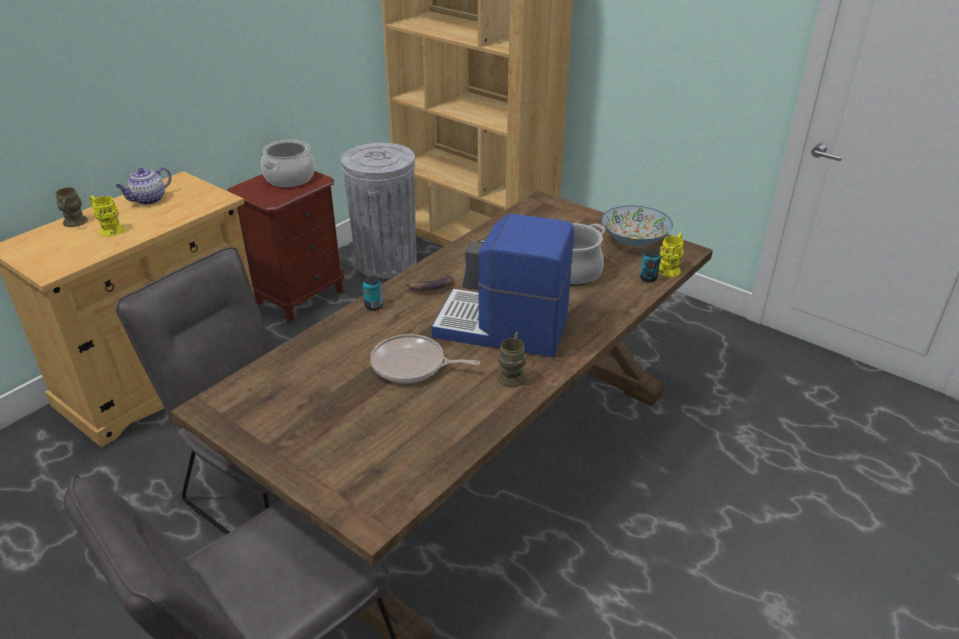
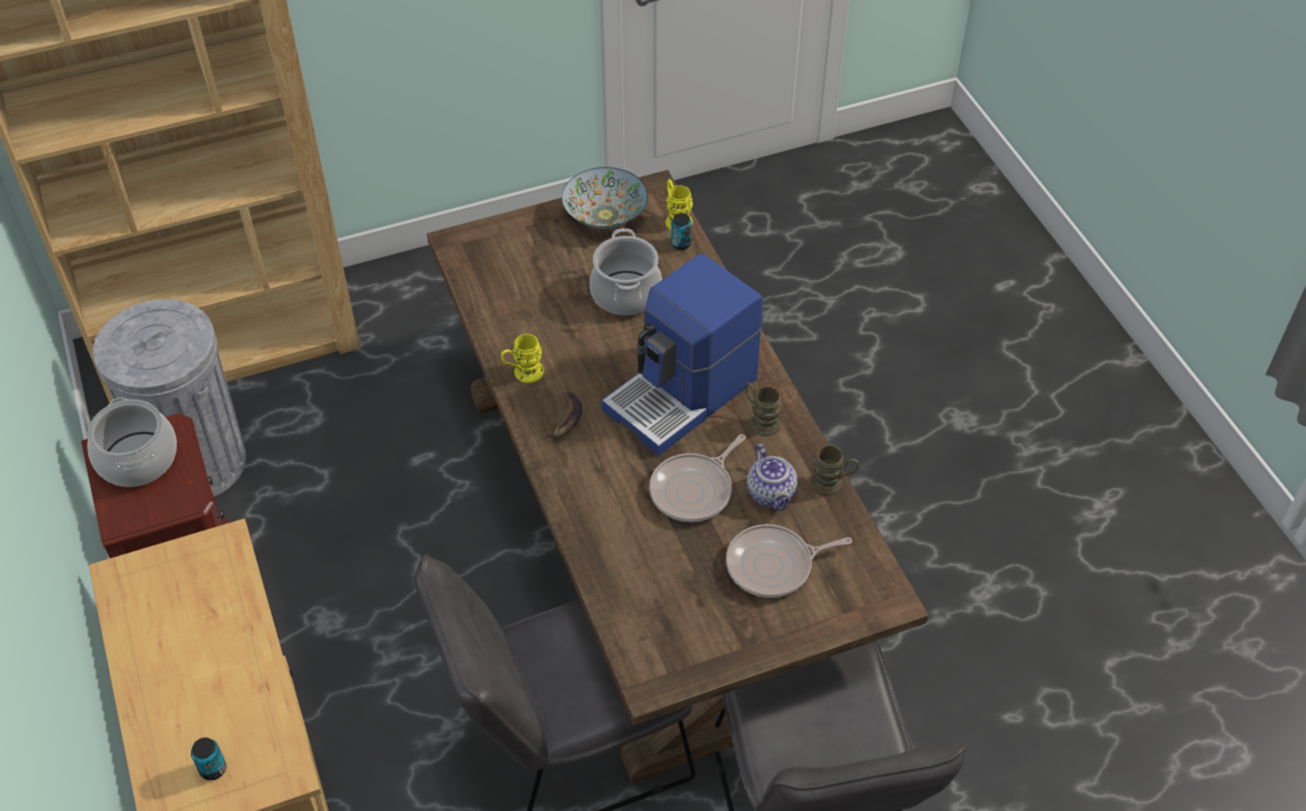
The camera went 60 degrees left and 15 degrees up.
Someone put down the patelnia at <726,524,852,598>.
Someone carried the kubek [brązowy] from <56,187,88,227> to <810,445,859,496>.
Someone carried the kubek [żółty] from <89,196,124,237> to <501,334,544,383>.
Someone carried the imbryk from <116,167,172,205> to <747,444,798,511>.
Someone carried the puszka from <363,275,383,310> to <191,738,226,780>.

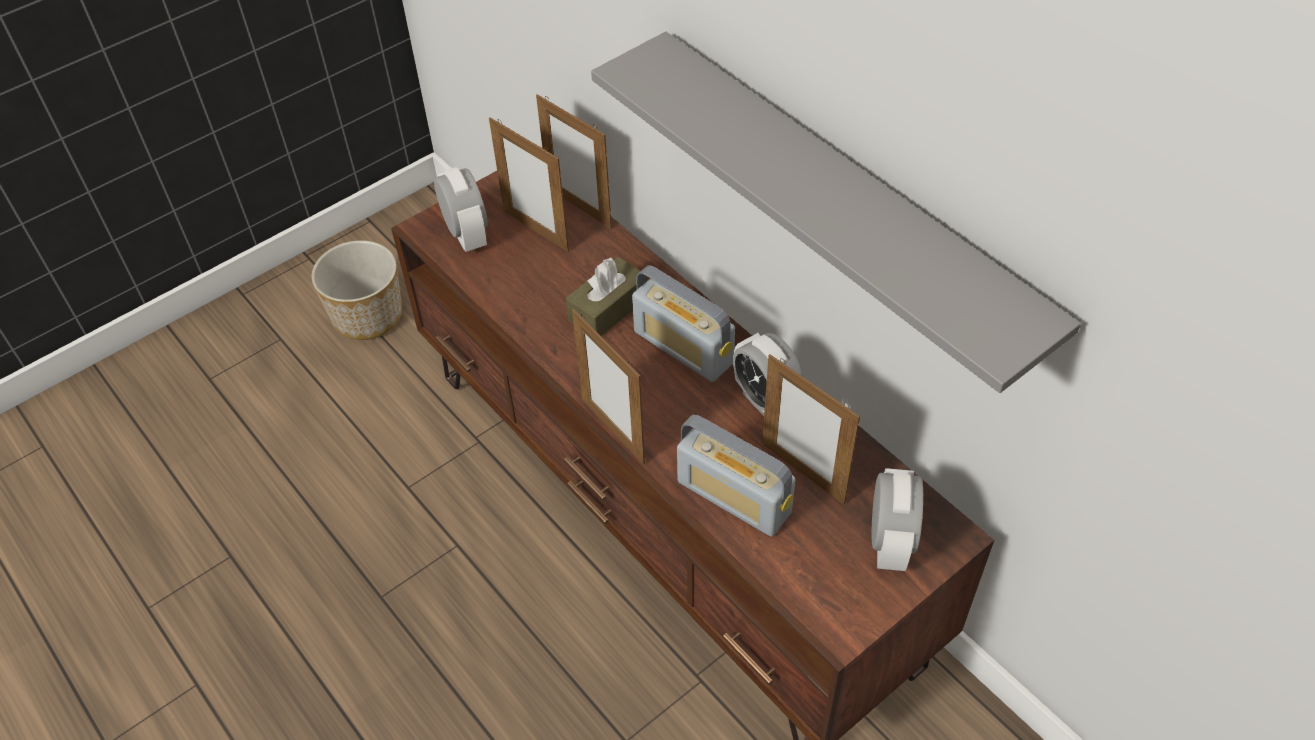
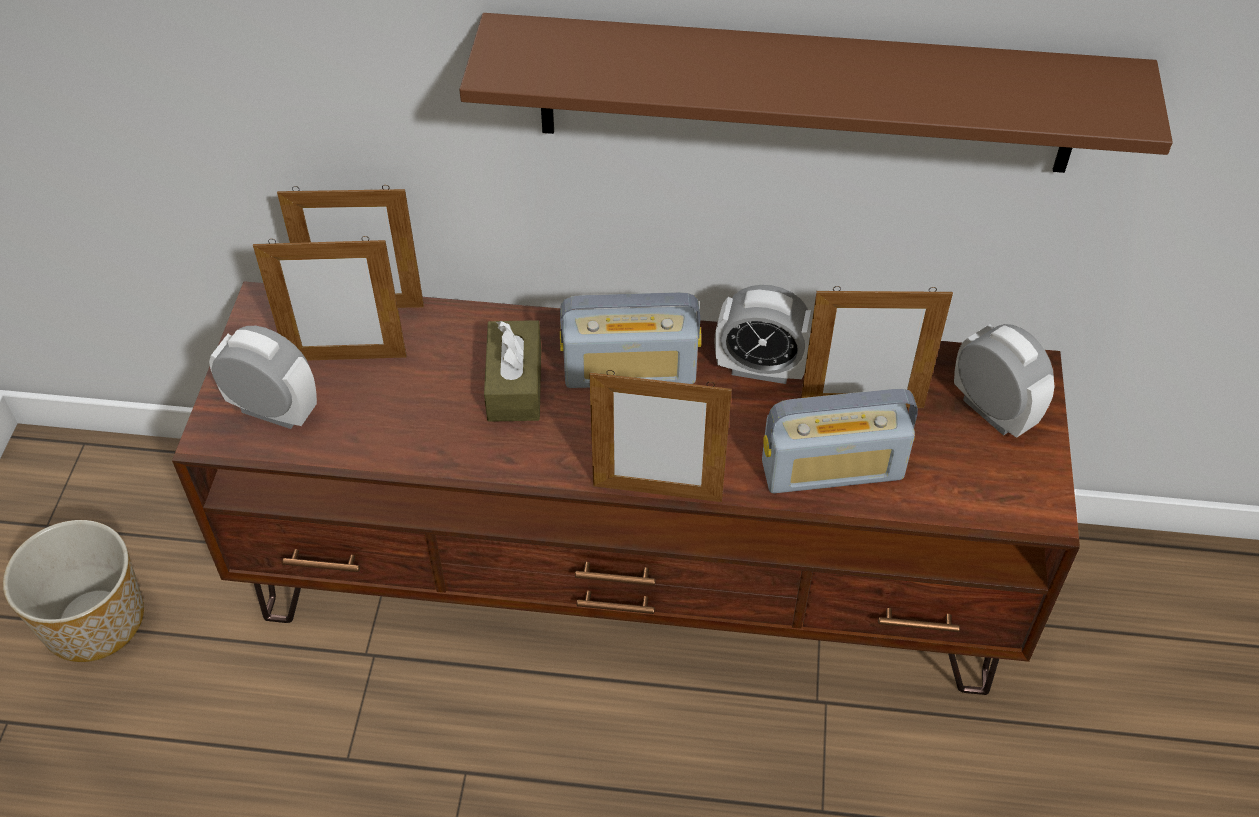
The camera went 45 degrees left and 0 degrees up.
Someone repainted the półka [szary] at <591,32,1081,393>, which became the półka [brązowy] at <459,13,1173,173>.

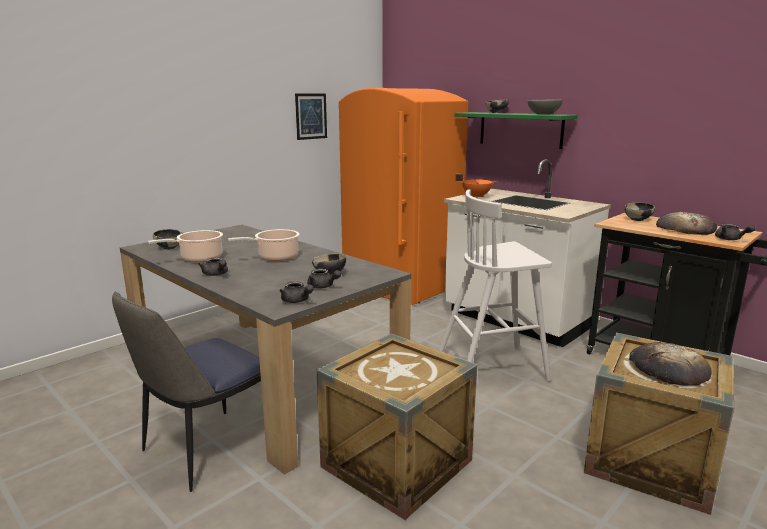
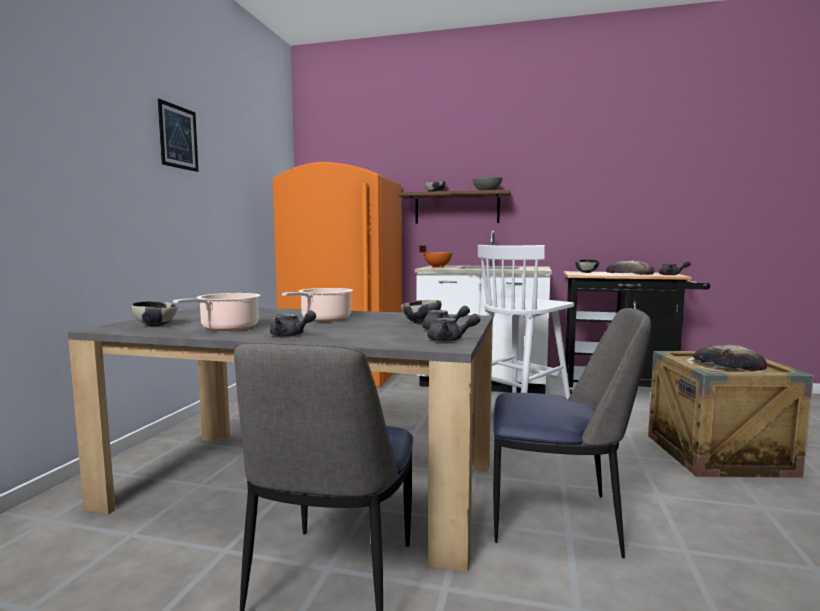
The camera went 30 degrees left and 10 degrees down.
Someone carried the obraz from <295,94,327,140> to <158,99,199,172>.
Someone swapped the skrzynka at <317,333,478,520> for the krzesło at <493,308,651,558>.
Someone repainted the półka [zielony] at <454,112,578,149>, which became the półka [brązowy] at <398,190,512,224>.

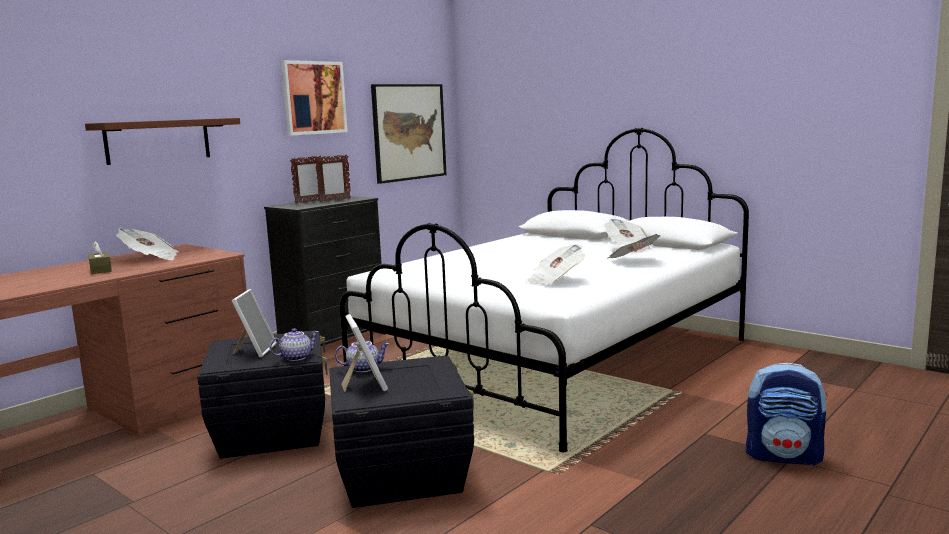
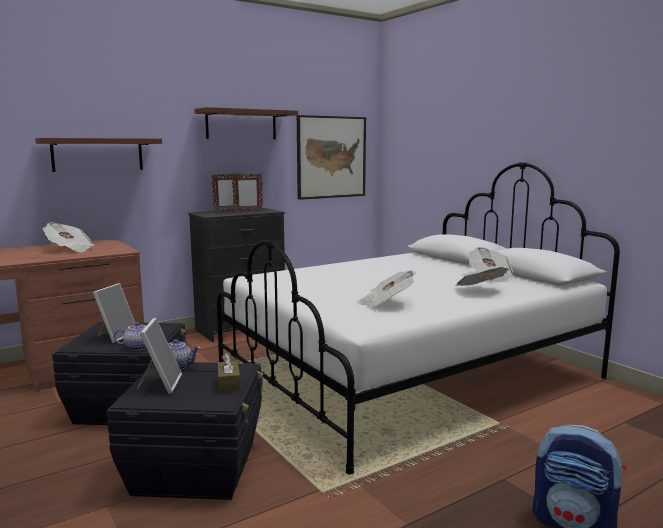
The camera went 15 degrees right and 0 degrees up.
Someone carried the pudełko chusteczek [brązowy] from <88,241,112,274> to <218,353,241,393>.
Someone swapped the obraz at <281,60,348,136> for the półka [brązowy] at <195,107,298,139>.

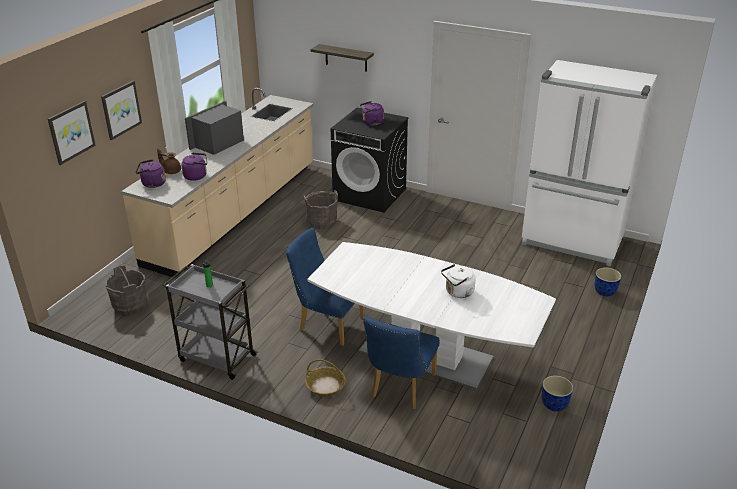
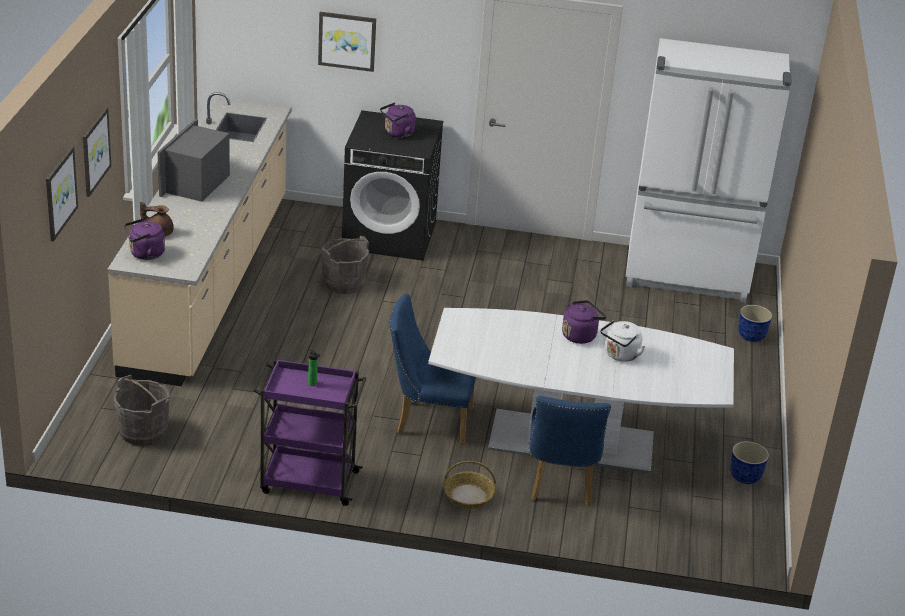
The camera went 20 degrees left and 0 degrees up.
Someone carried the czajnik [fioletowy] from <181,153,207,181> to <562,300,607,344>.
Someone swapped the półka at <311,44,374,72> for the obraz at <318,12,376,72>.
Someone repainted the wózek [szary] at <163,264,258,380>, which became the wózek [fioletowy] at <253,359,367,506>.

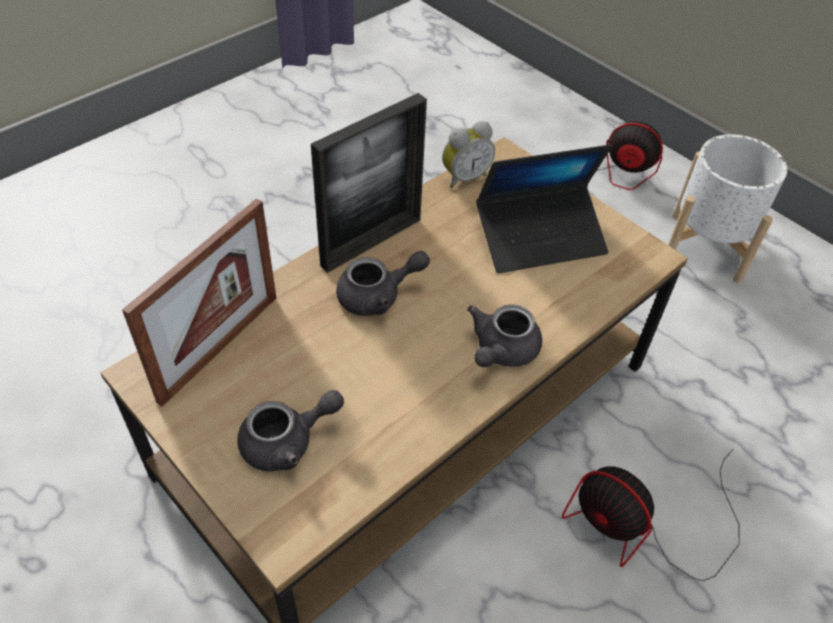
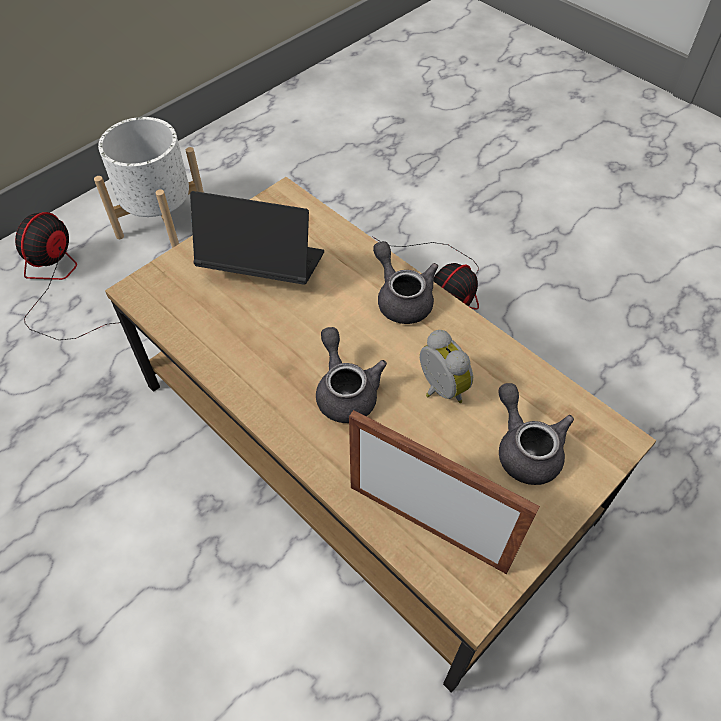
The camera went 90 degrees left and 5 degrees up.
Someone took away the ramka na zdjęcie at <311,93,427,273>.
Someone carried the budzik from <442,121,495,189> to <420,330,473,403>.
Someone rotated the imbryk [szary] at <467,304,542,367> by 150 degrees counterclockwise.
Someone rotated the laptop at <476,145,612,273> by 60 degrees counterclockwise.

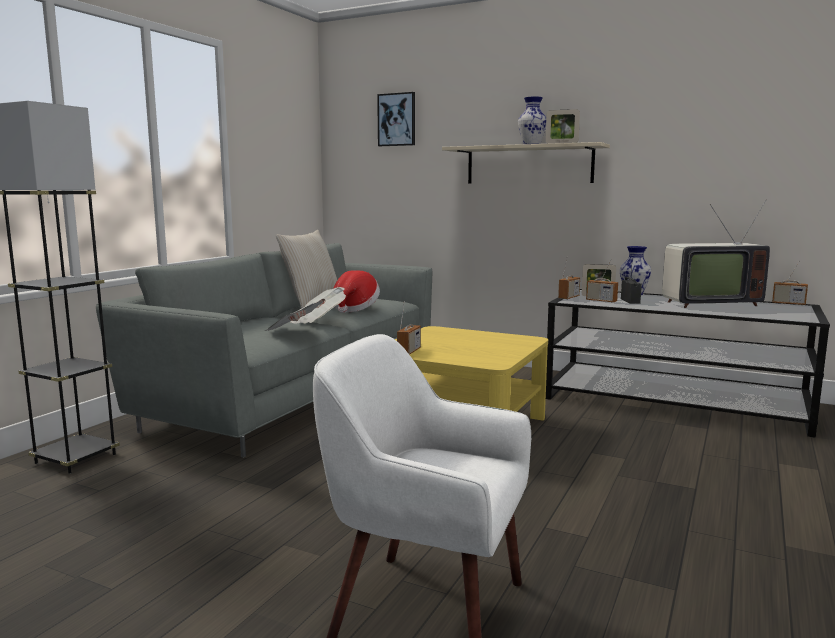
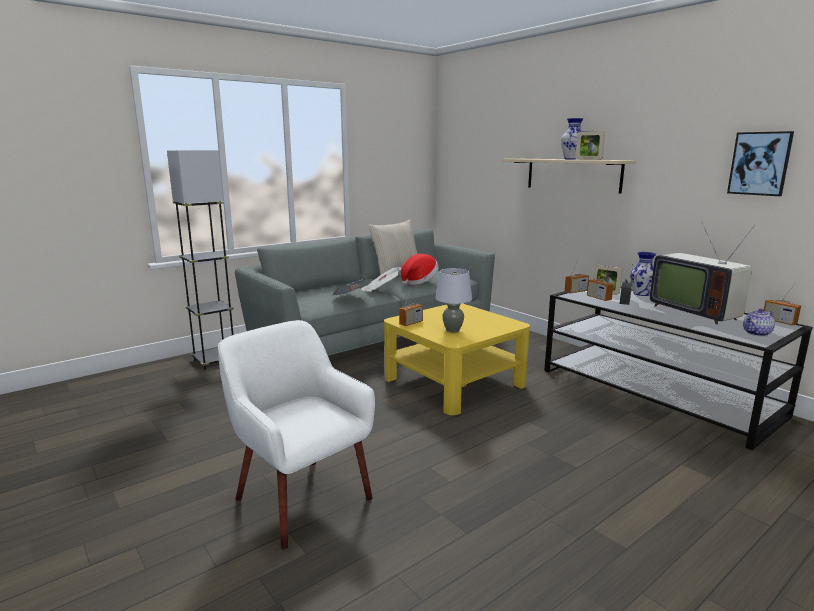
The camera went 25 degrees right and 5 degrees up.
Someone put down the lampa stołowa [szary] at <435,268,472,332>.
Someone put down the imbryk at <743,308,775,337>.
Someone carried the obraz from <377,92,415,146> to <727,131,794,196>.
Someone rotated the telewizor at <662,200,770,308> by 45 degrees clockwise.

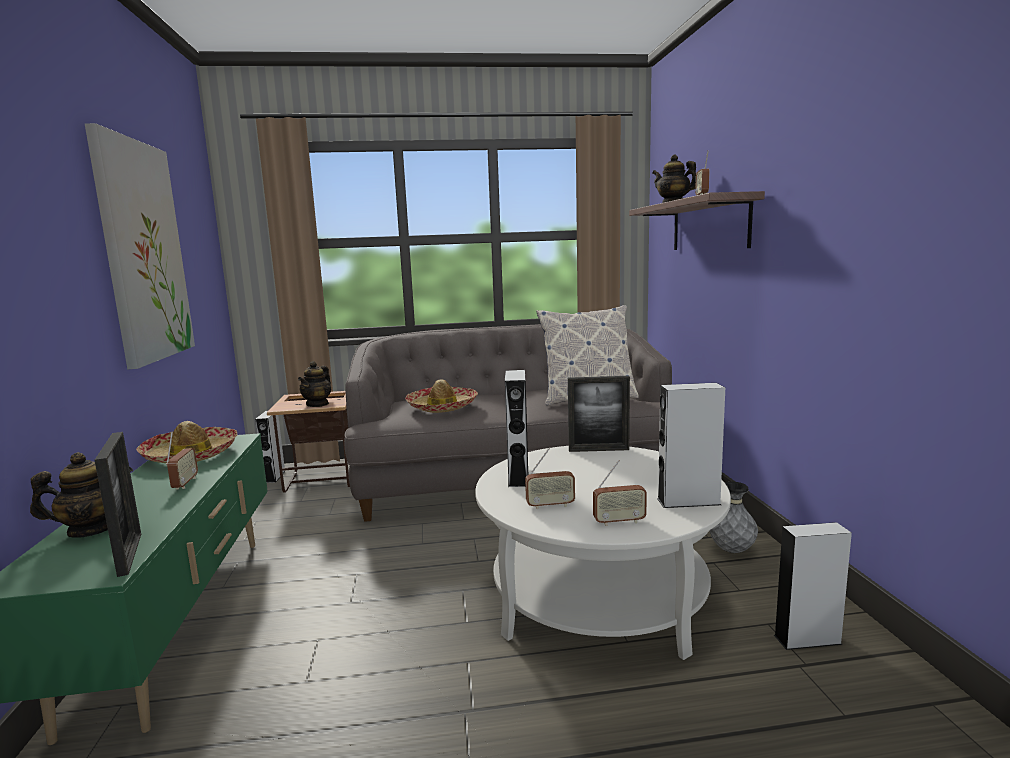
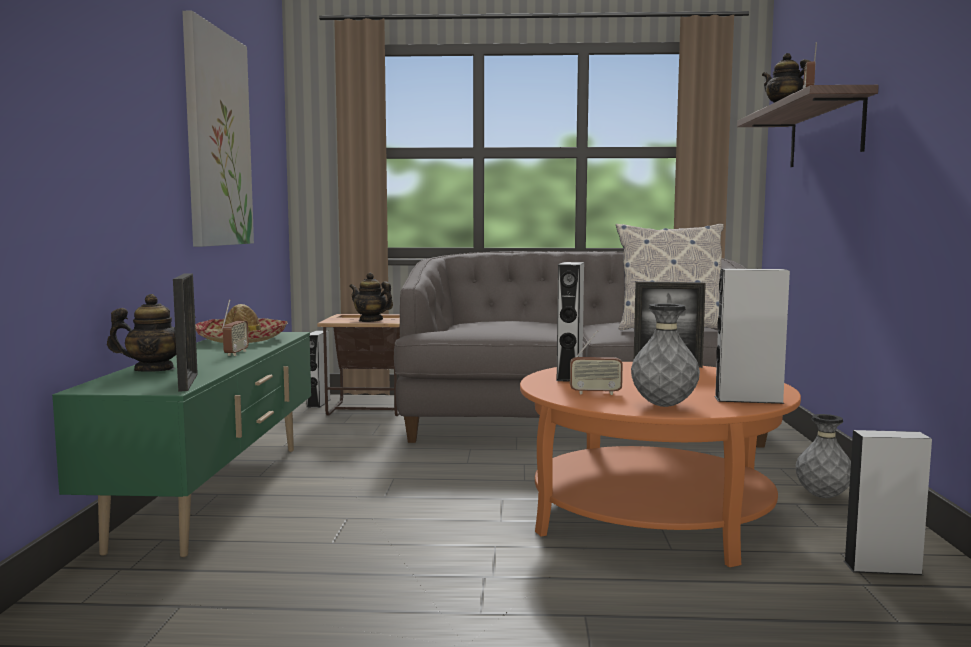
The camera went 10 degrees right and 5 degrees down.
Someone took away the kapelusz at <405,379,478,413>.
Someone swapped the radio at <593,460,647,526> for the wazon [szary] at <631,304,700,407>.
Someone repainted the ława [biały] at <475,446,731,660>, which became the ława [pomarańczowy] at <520,362,801,567>.
Someone rotated the imbryk at <298,361,331,407> by 90 degrees clockwise.

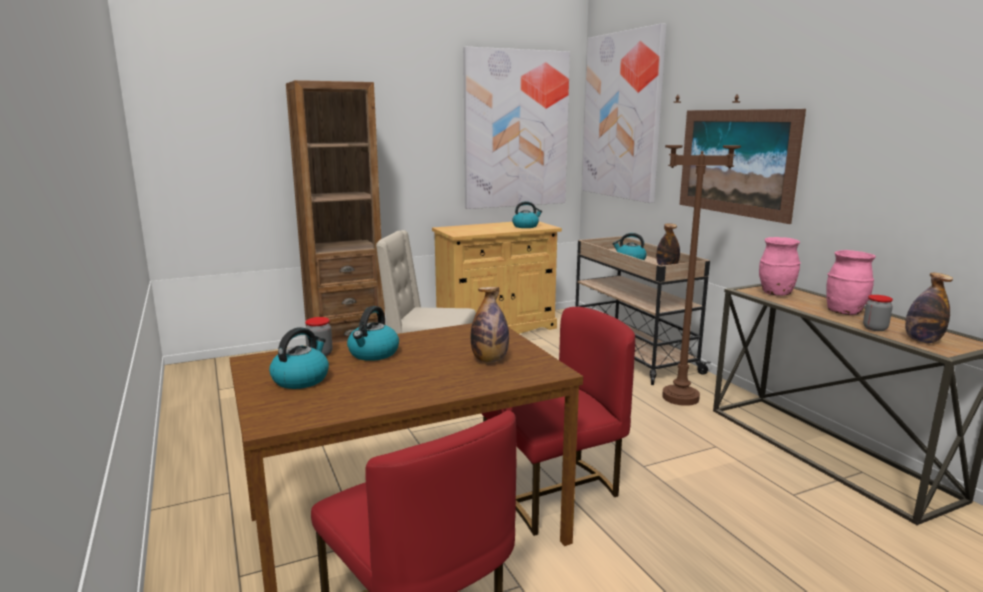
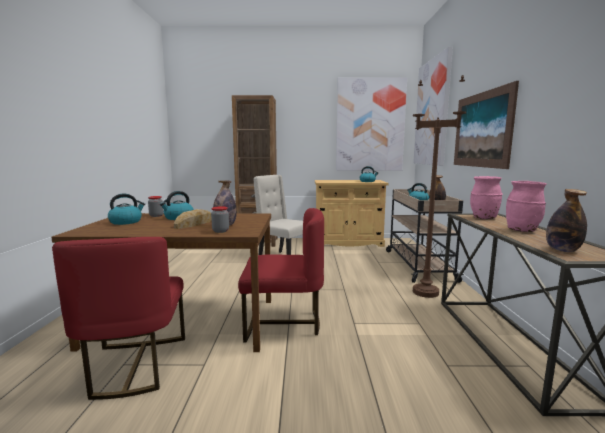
The camera went 25 degrees right and 5 degrees down.
Someone put down the chleb at <174,209,212,229>.
Someone carried the słoik from <863,295,893,331> to <211,206,229,233>.

